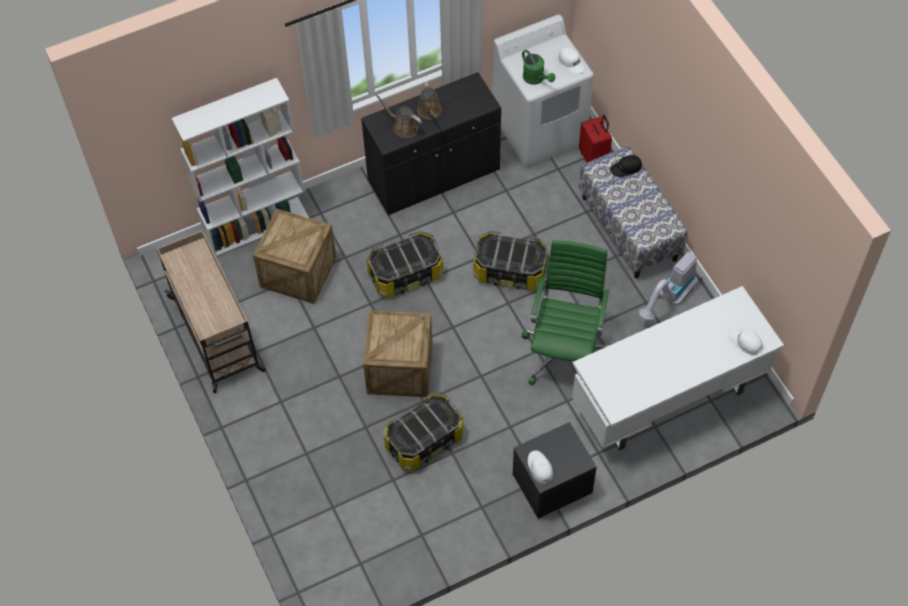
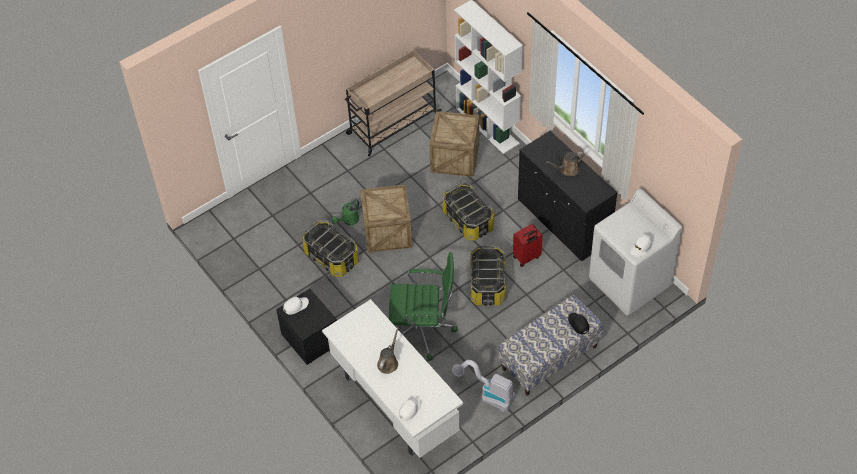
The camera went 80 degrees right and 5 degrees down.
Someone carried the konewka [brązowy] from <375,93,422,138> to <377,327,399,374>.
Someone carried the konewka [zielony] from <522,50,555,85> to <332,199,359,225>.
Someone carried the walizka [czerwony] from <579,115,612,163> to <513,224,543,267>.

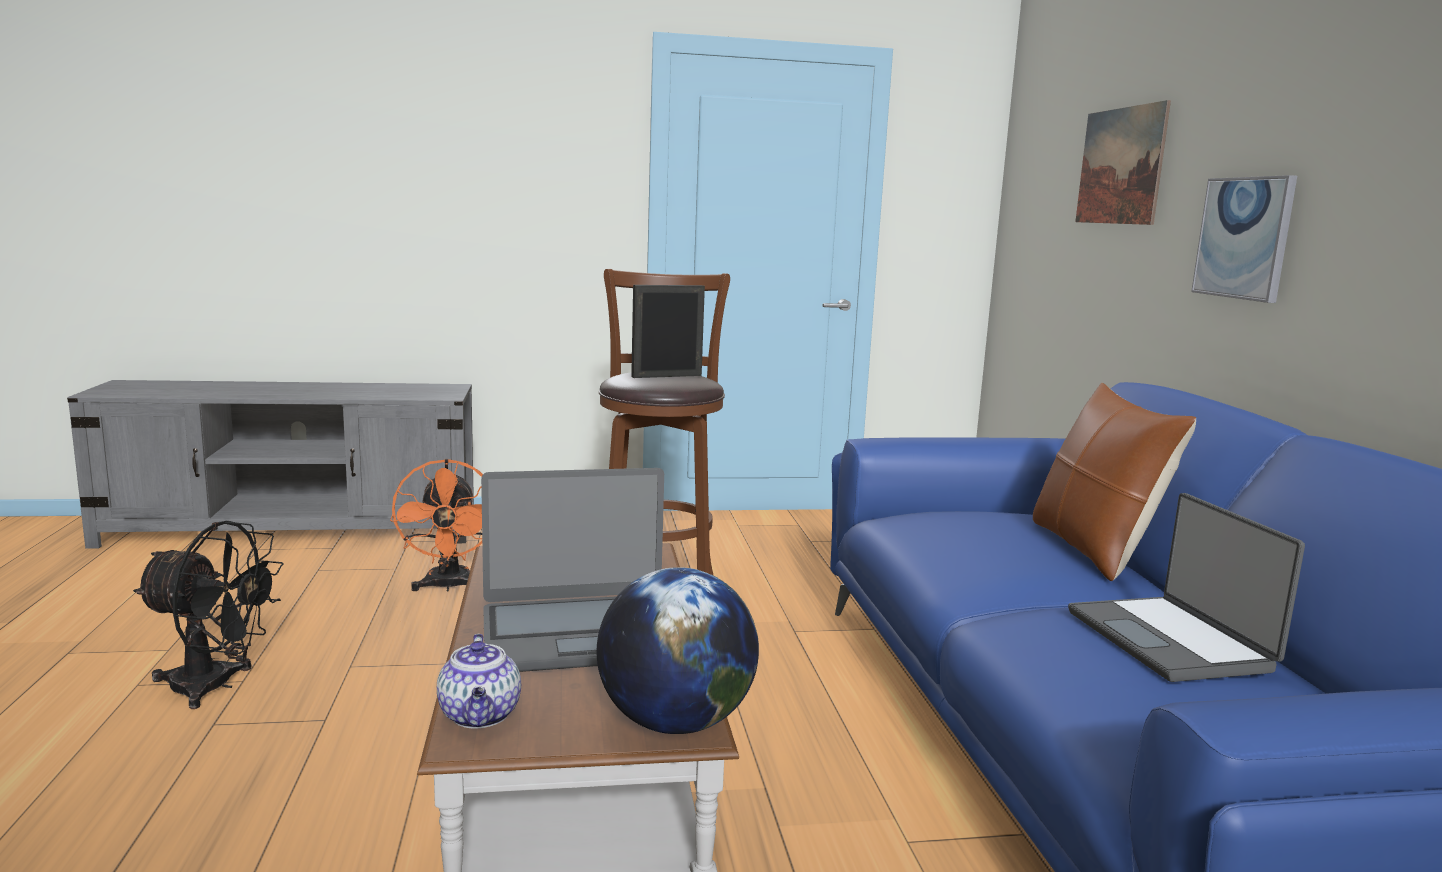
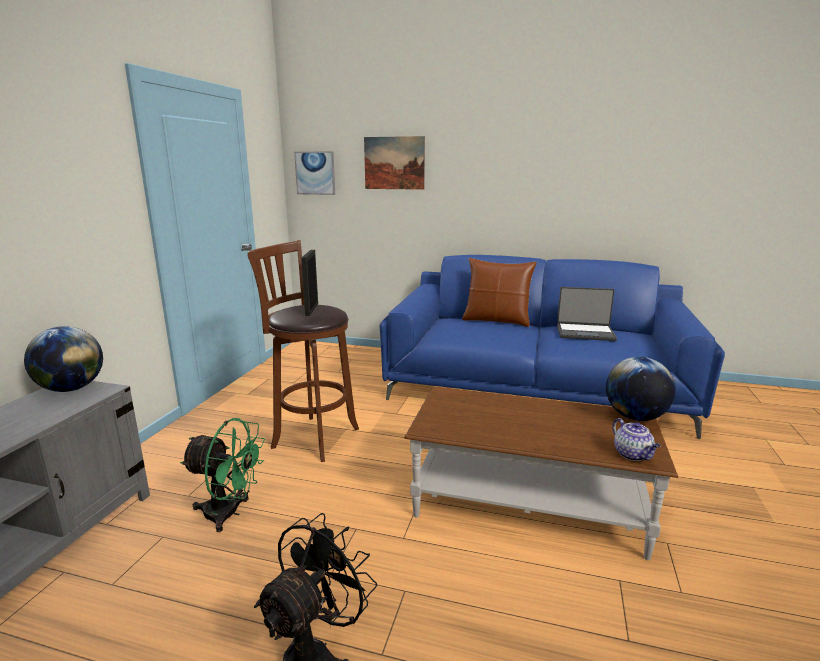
The camera went 65 degrees left and 5 degrees up.
Someone took away the laptop at <481,468,664,672>.
Someone put down the globus at <24,326,103,392>.
Someone carried the obraz from <1191,175,1297,303> to <294,151,335,195>.
Someone repainted the wentylator [pomarańczowy] at <390,459,483,592>, which became the wentylator [zielony] at <180,418,265,532>.
Someone rotated the imbryk at <437,634,521,729> by 60 degrees clockwise.

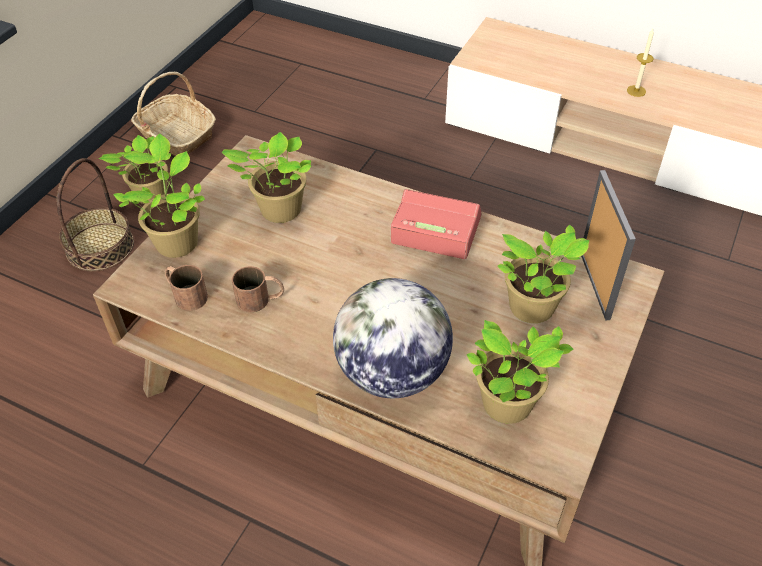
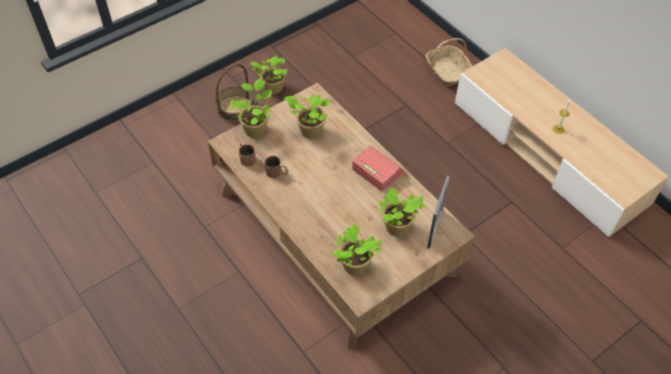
The camera went 25 degrees right and 5 degrees up.
Someone took away the globus at <333,278,453,398>.
Someone carried the koszyk from <131,72,216,156> to <426,38,472,87>.

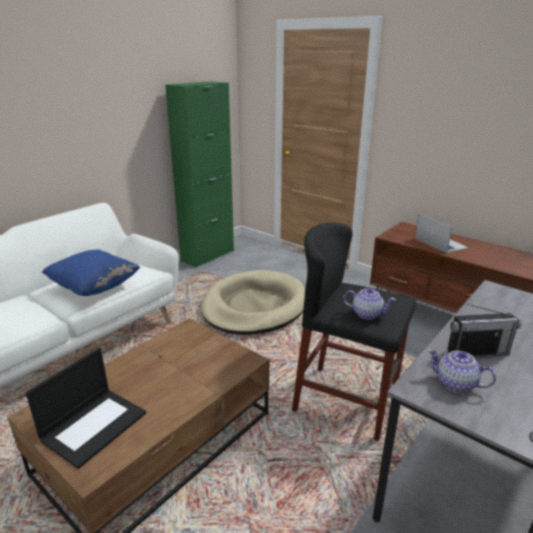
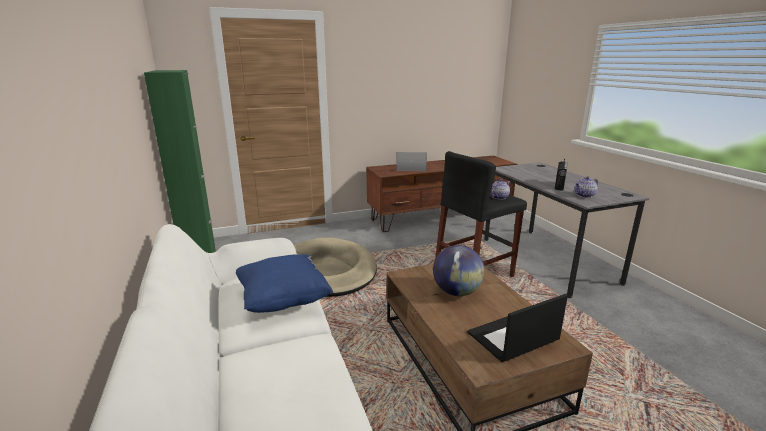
The camera went 60 degrees left and 5 degrees down.
Someone put down the globus at <433,245,484,296>.
Someone rotated the laptop at <26,348,146,469> by 90 degrees counterclockwise.

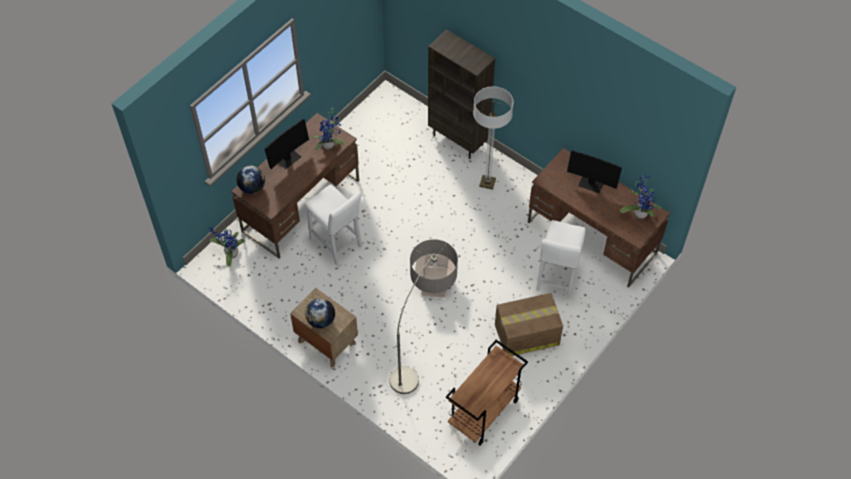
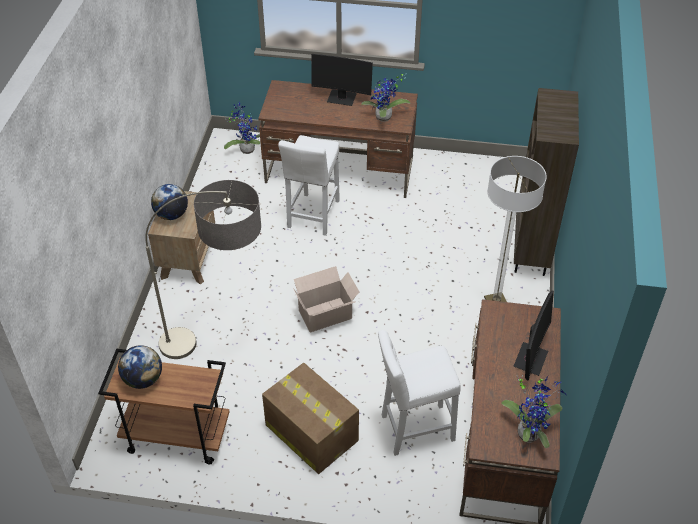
The camera went 60 degrees right and 10 degrees down.
Someone carried the globus from <237,166,265,194> to <118,345,162,389>.
Someone rotated the monitor at <567,150,622,193> by 150 degrees counterclockwise.

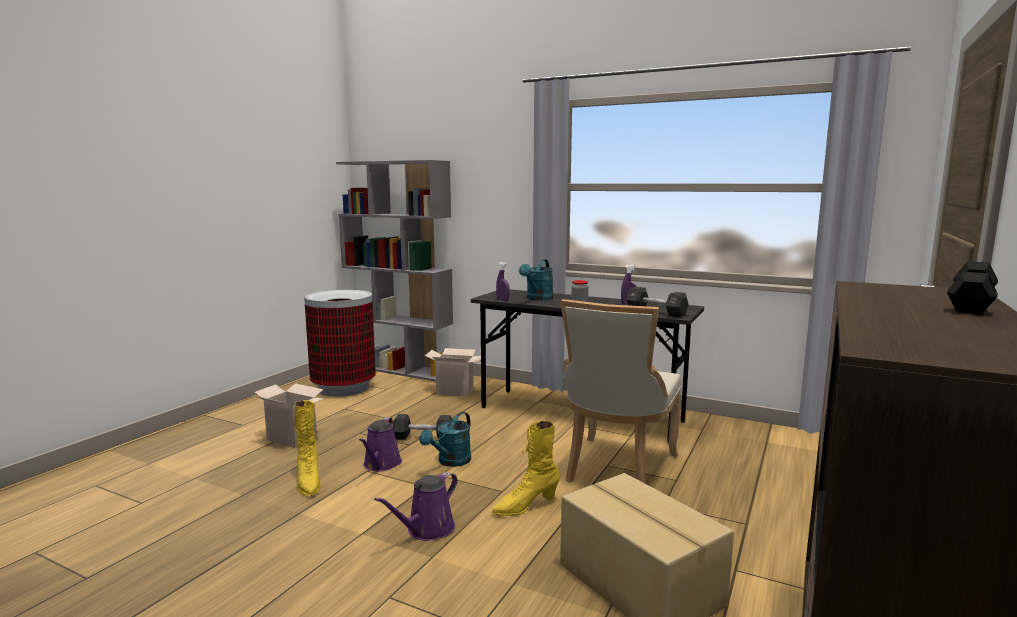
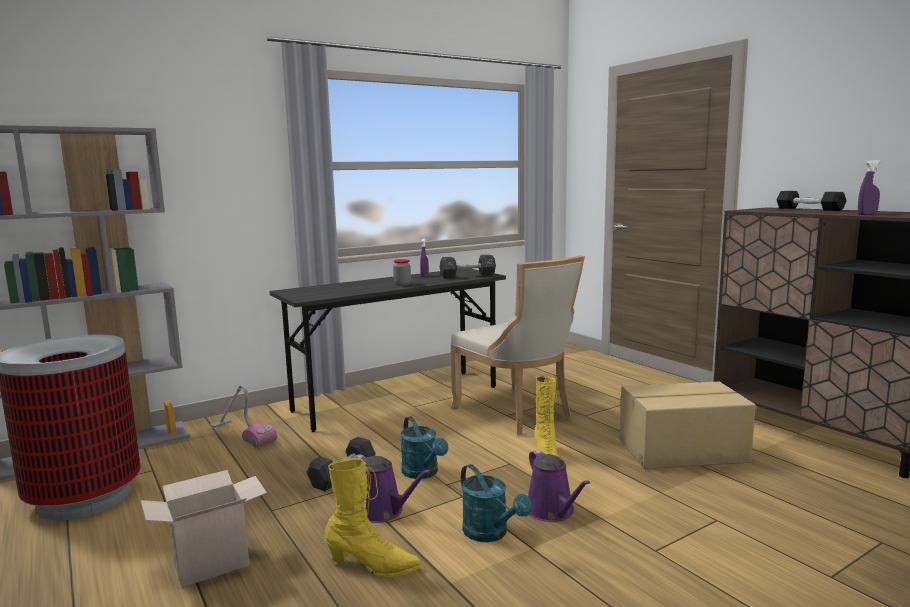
The camera went 60 degrees left and 0 degrees up.
Someone carried the spryskiwacz [fioletowy] from <496,262,510,301> to <858,160,881,215>.
Someone carried the konewka [turkusowy] from <519,259,553,300> to <461,464,532,542>.
Someone swapped the karton at <425,348,481,397> for the odkurzacz at <210,384,277,448>.

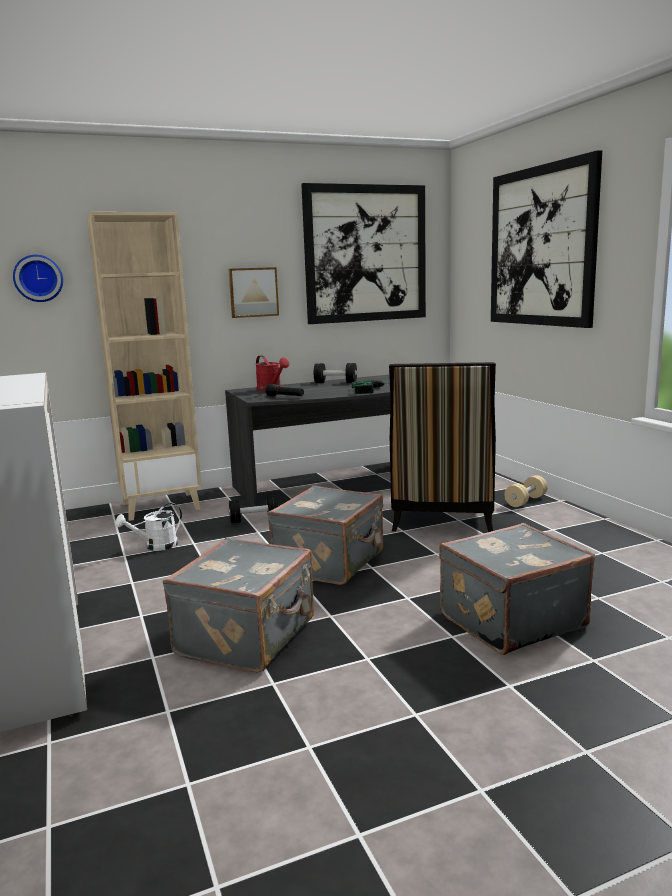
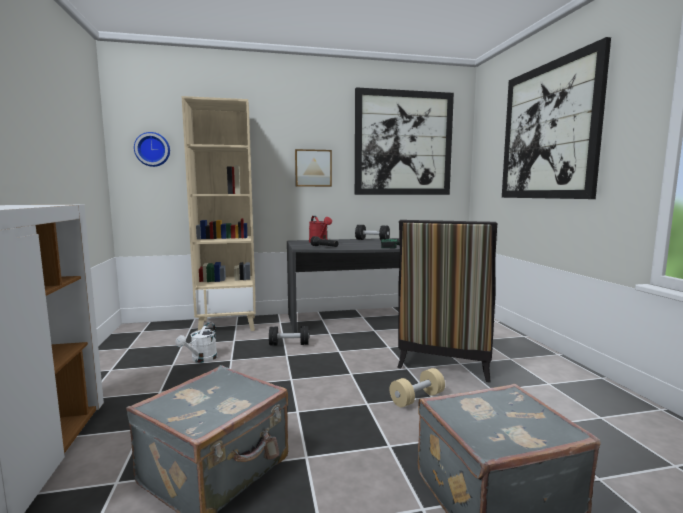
The camera went 10 degrees right and 5 degrees down.
Someone took away the walizka [szary] at <267,486,383,585>.
Someone carried the hantel [beżowy] from <504,475,548,507> to <390,368,445,407>.
Someone rotated the konewka [biały] at <115,503,182,551> by 45 degrees counterclockwise.

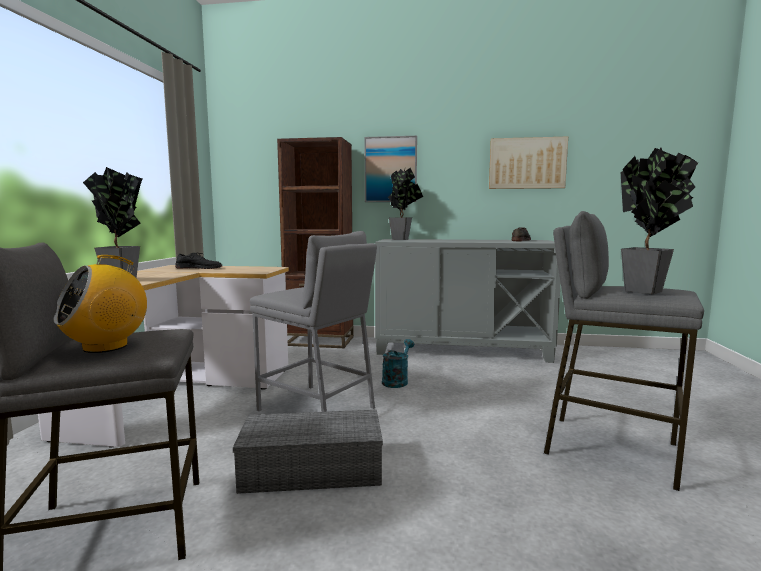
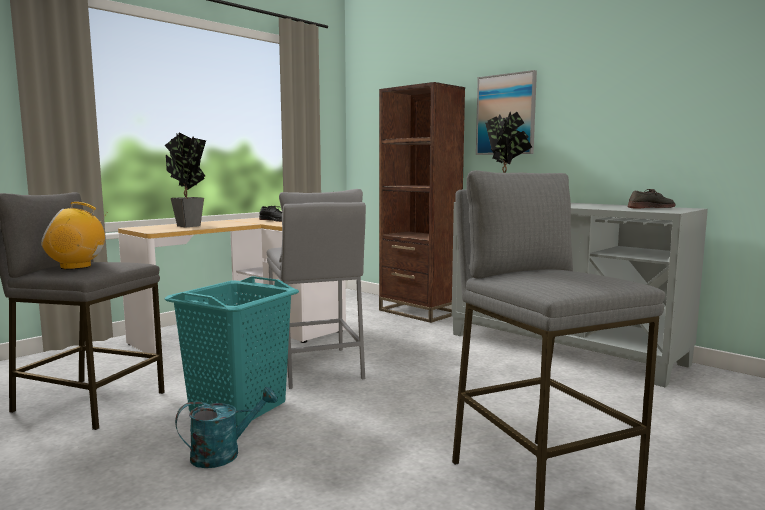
The camera went 35 degrees right and 0 degrees up.
Someone took away the obraz at <489,136,568,189>.
Someone took away the roślina doniczkowa at <620,148,698,294>.
Someone carried the konewka [turkusowy] from <382,339,414,388> to <175,387,277,468>.
Someone swapped the pojemnik do przechowywania [szary] at <233,410,383,494> for the kosz na pranie [turkusowy] at <164,276,299,427>.

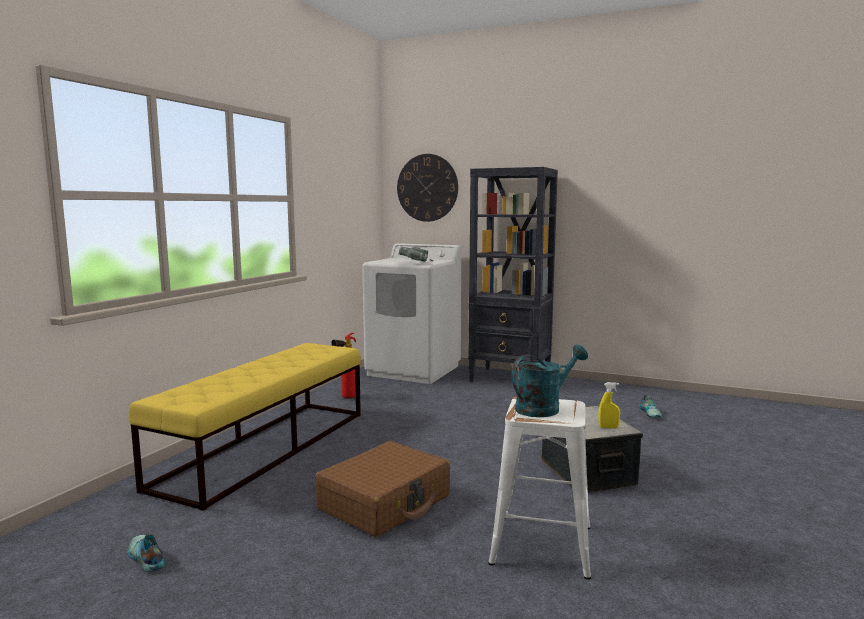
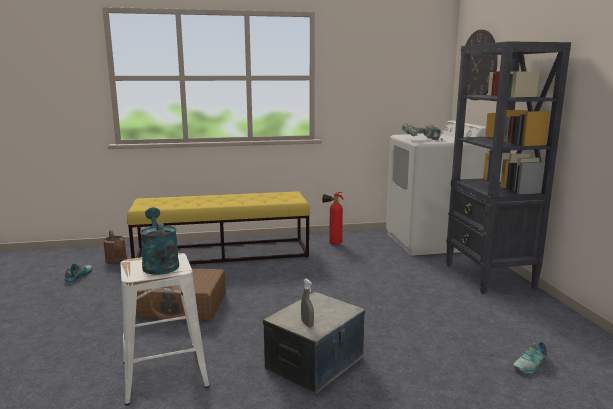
The camera went 55 degrees right and 5 degrees up.
Someone put down the konewka [brązowy] at <103,230,127,264>.
Someone repainted the spryskiwacz [żółty] at <599,382,620,429>, which became the spryskiwacz [szary] at <301,278,314,327>.
Someone rotated the konewka [turkusowy] at <511,345,588,417> by 135 degrees counterclockwise.

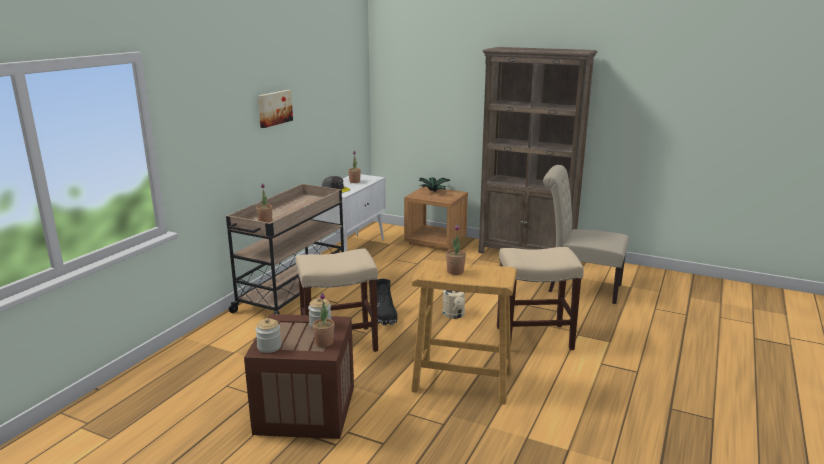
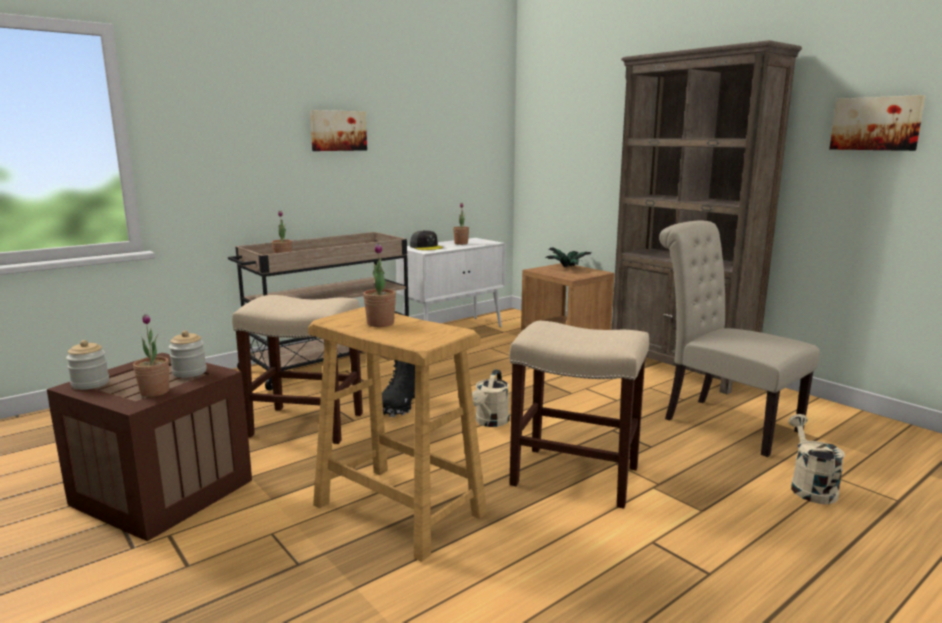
The camera went 25 degrees right and 5 degrees down.
Someone put down the konewka [beżowy] at <788,414,845,504>.
Someone put up the obraz at <829,95,926,151>.

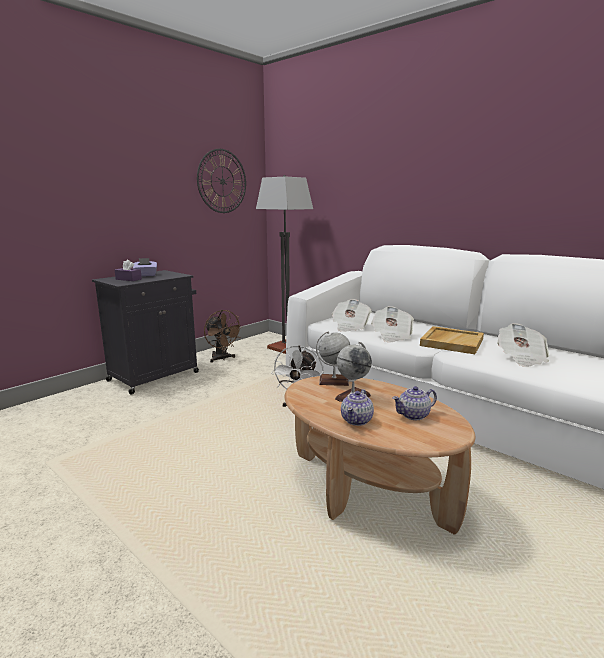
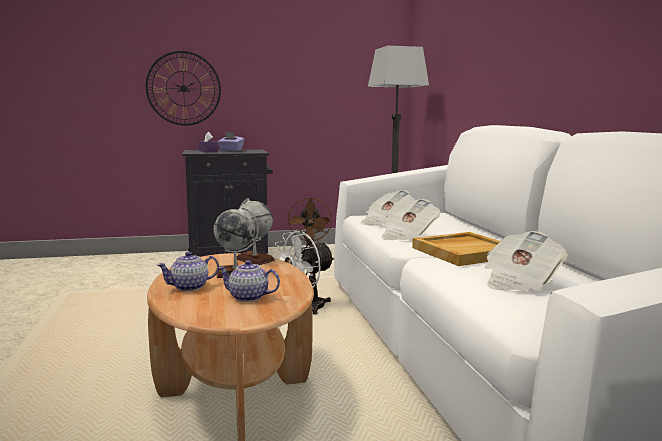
The camera went 35 degrees right and 5 degrees down.
Someone carried the zegar ścienny from <197,149,246,213> to <146,51,221,126>.

